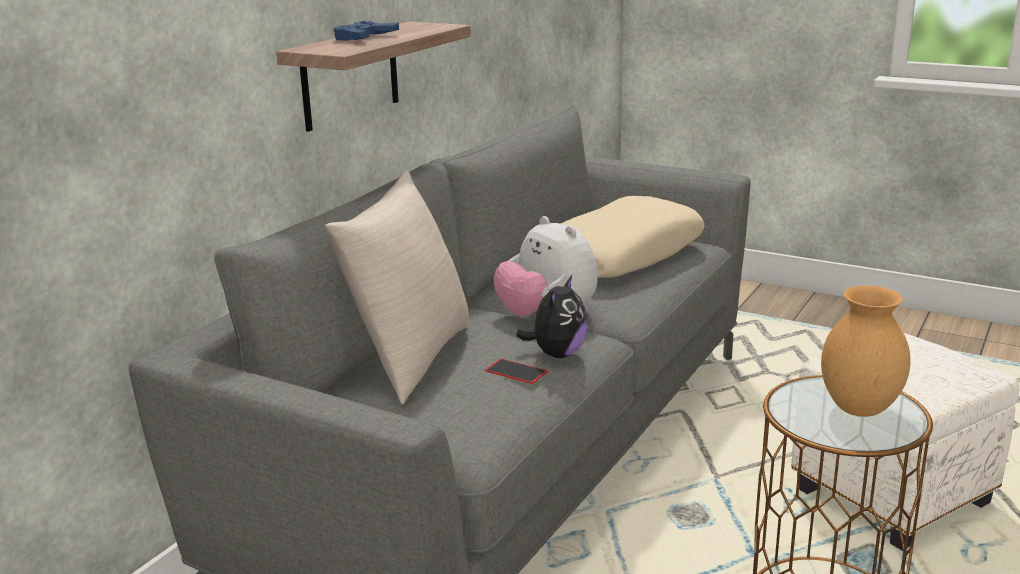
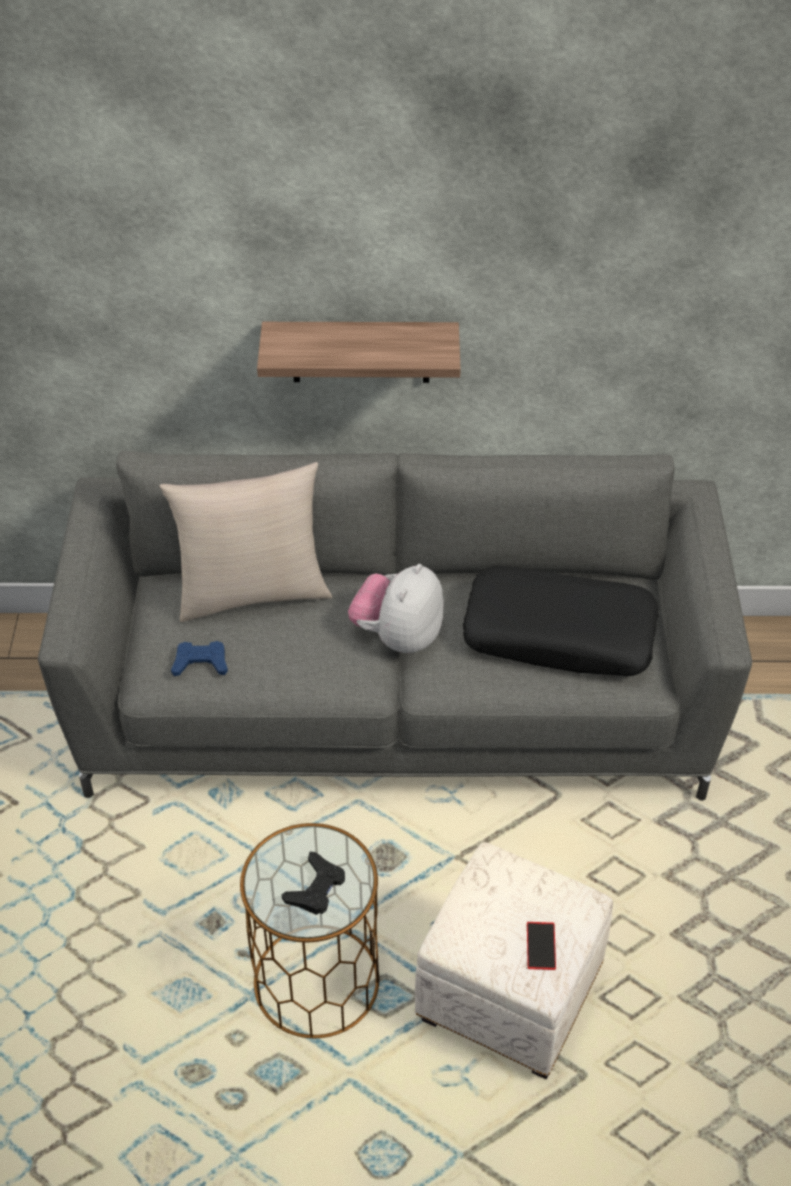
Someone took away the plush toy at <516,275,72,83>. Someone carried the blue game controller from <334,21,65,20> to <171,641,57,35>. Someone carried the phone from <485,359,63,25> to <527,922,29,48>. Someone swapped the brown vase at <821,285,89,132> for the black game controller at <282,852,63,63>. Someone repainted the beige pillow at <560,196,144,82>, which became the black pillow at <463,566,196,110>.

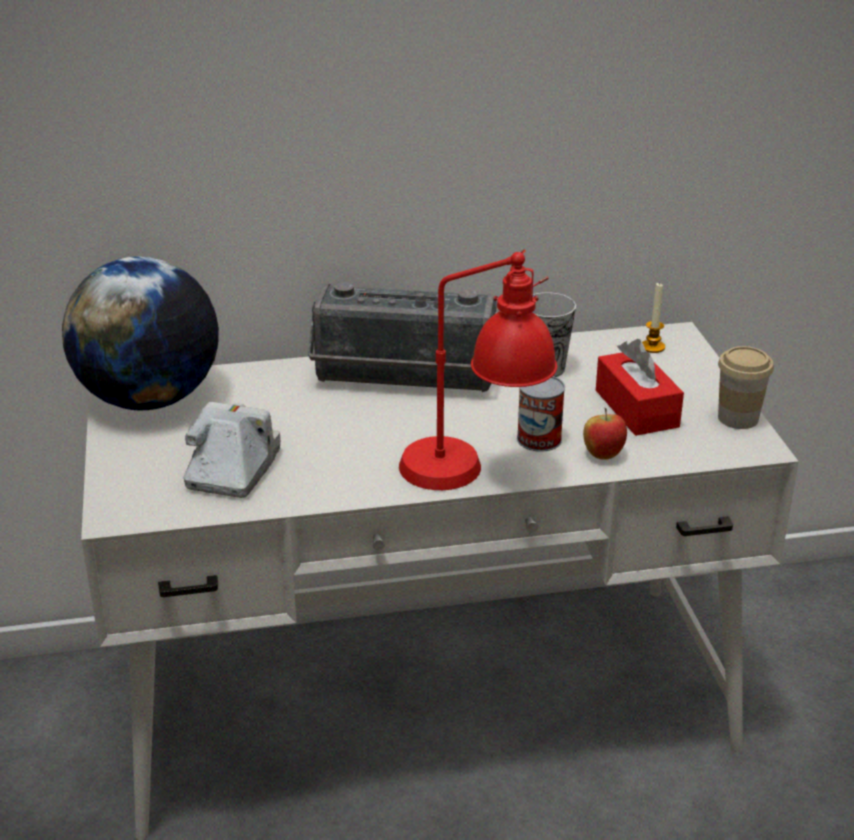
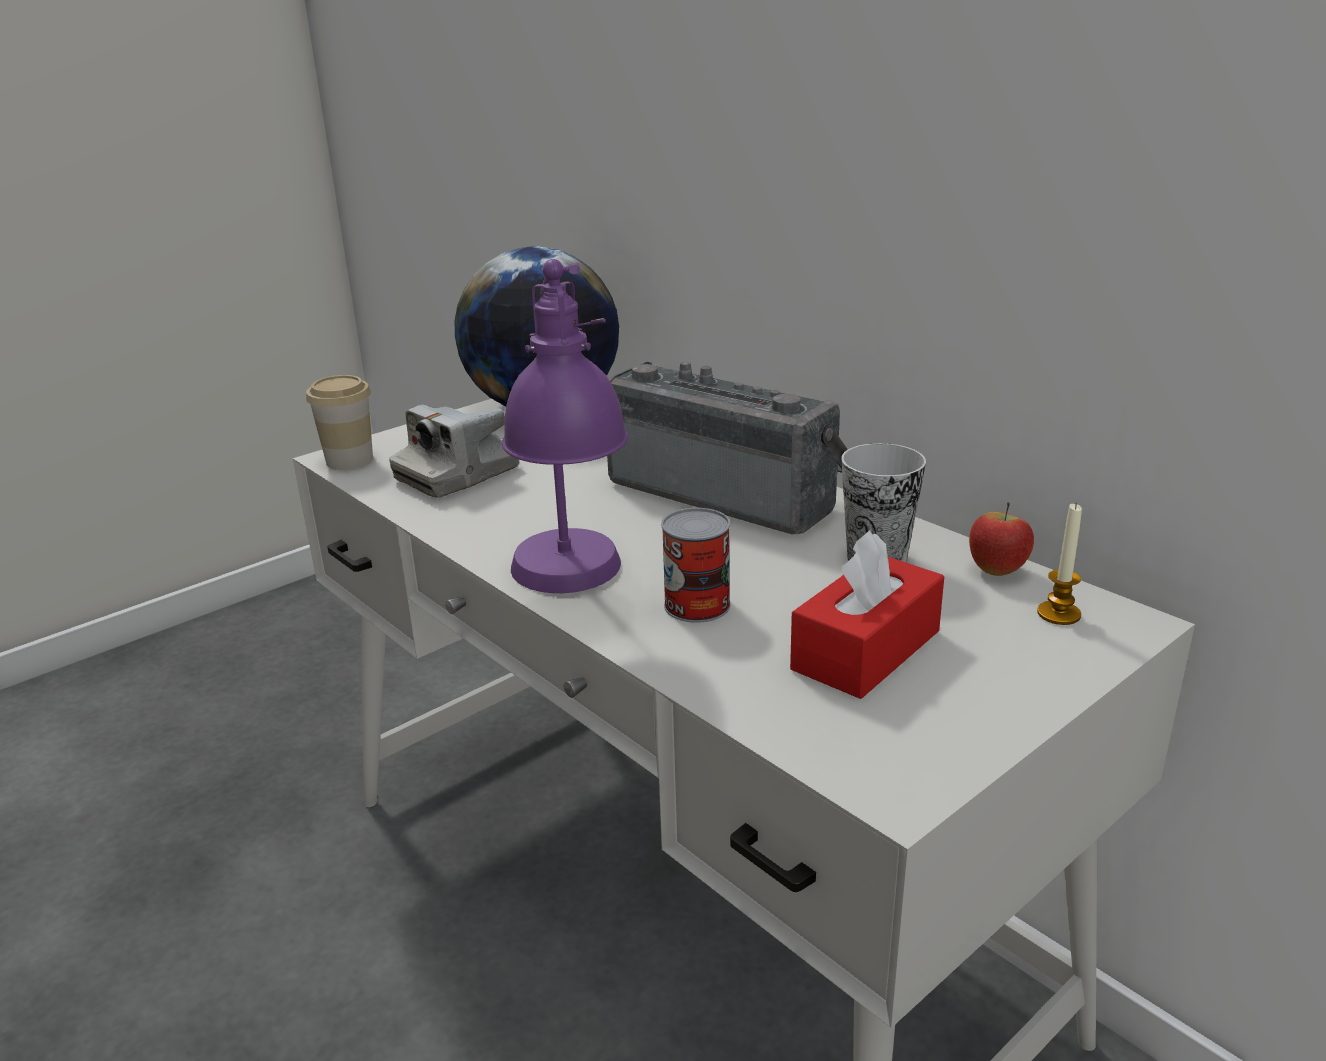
Someone carried the apple from <583,408,44,52> to <969,502,65,74>. Someone carried the cup from <718,346,56,83> to <306,375,67,95>. Someone repainted the red table lamp at <399,249,158,241>, which became the purple table lamp at <502,259,126,334>. Someone rotated the photo camera at <184,402,96,96> by 150 degrees clockwise. Someone rotated the radio at <308,282,190,110> by 150 degrees clockwise.

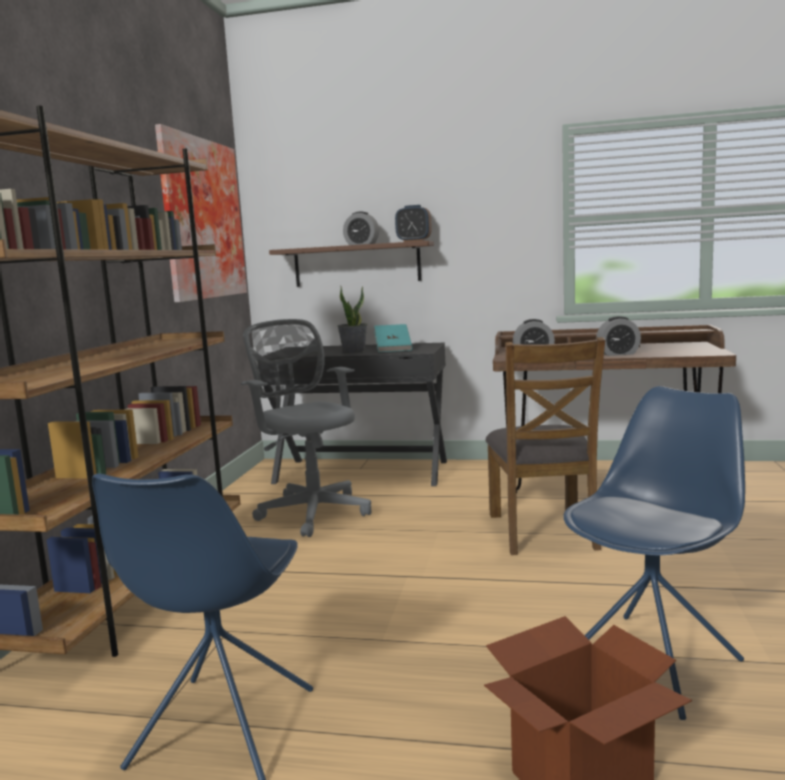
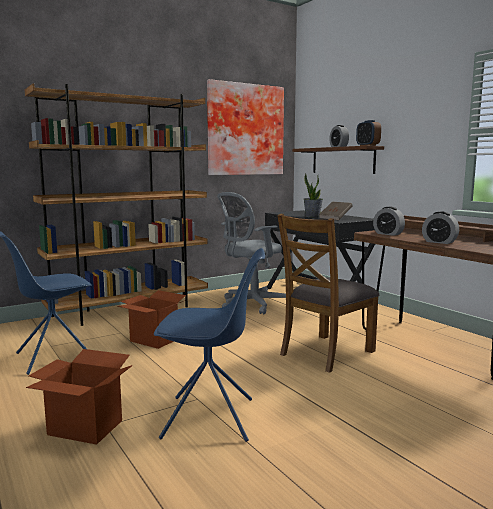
Someone put down the cardboard box at <117,290,69,59>. Someone repainted the turquoise book at <374,324,39,28>, which became the brown book at <319,202,34,18>. Someone rotated the grey office chair at <240,319,132,218> by 135 degrees counterclockwise.

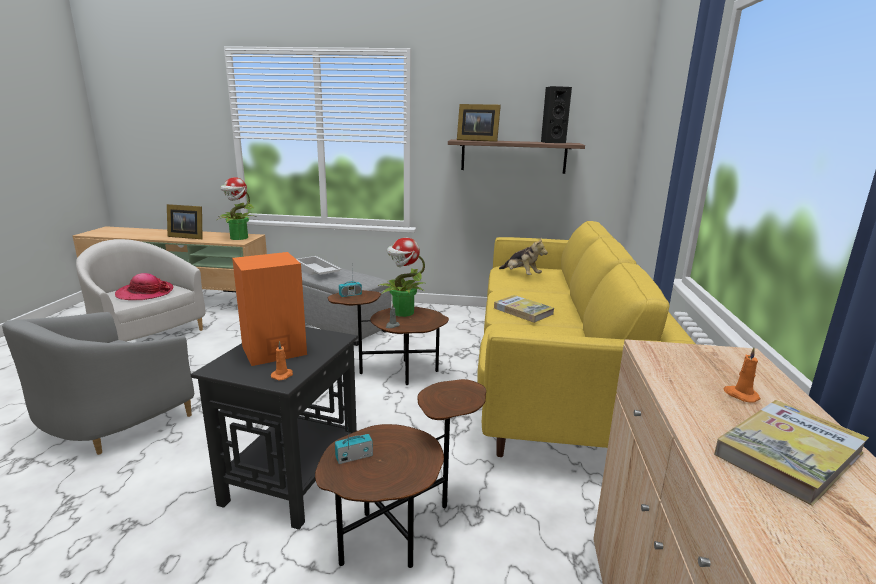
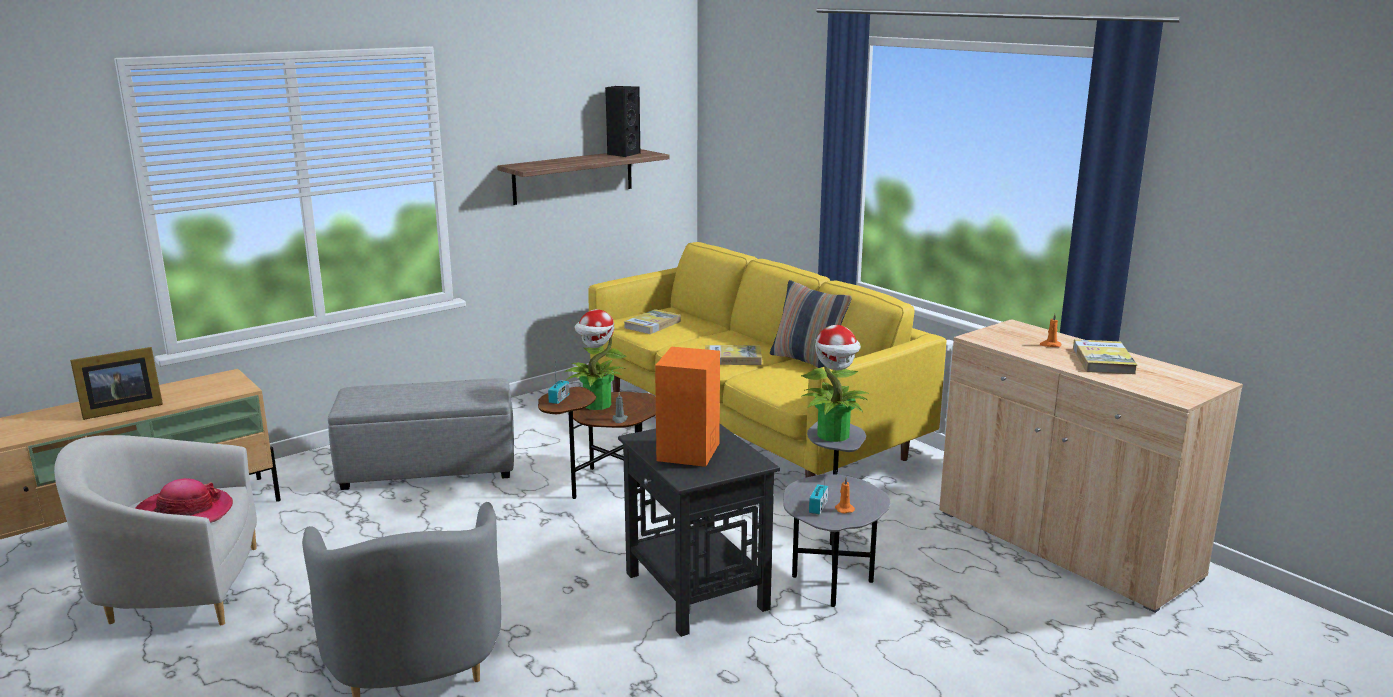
Someone took away the white tray at <296,256,46,19>. Someone took away the picture frame at <457,104,44,38>. Someone put down the pillow at <770,280,82,88>. Someone carried the potted plant from <217,177,40,63> to <801,325,68,117>. Someone carried the orange candle from <271,341,22,39> to <835,477,20,37>. Someone swapped the plush toy at <499,237,49,38> for the book at <624,309,57,25>. Someone repainted the brown side table at <315,379,171,189>, which became the grey side table at <783,421,107,186>.

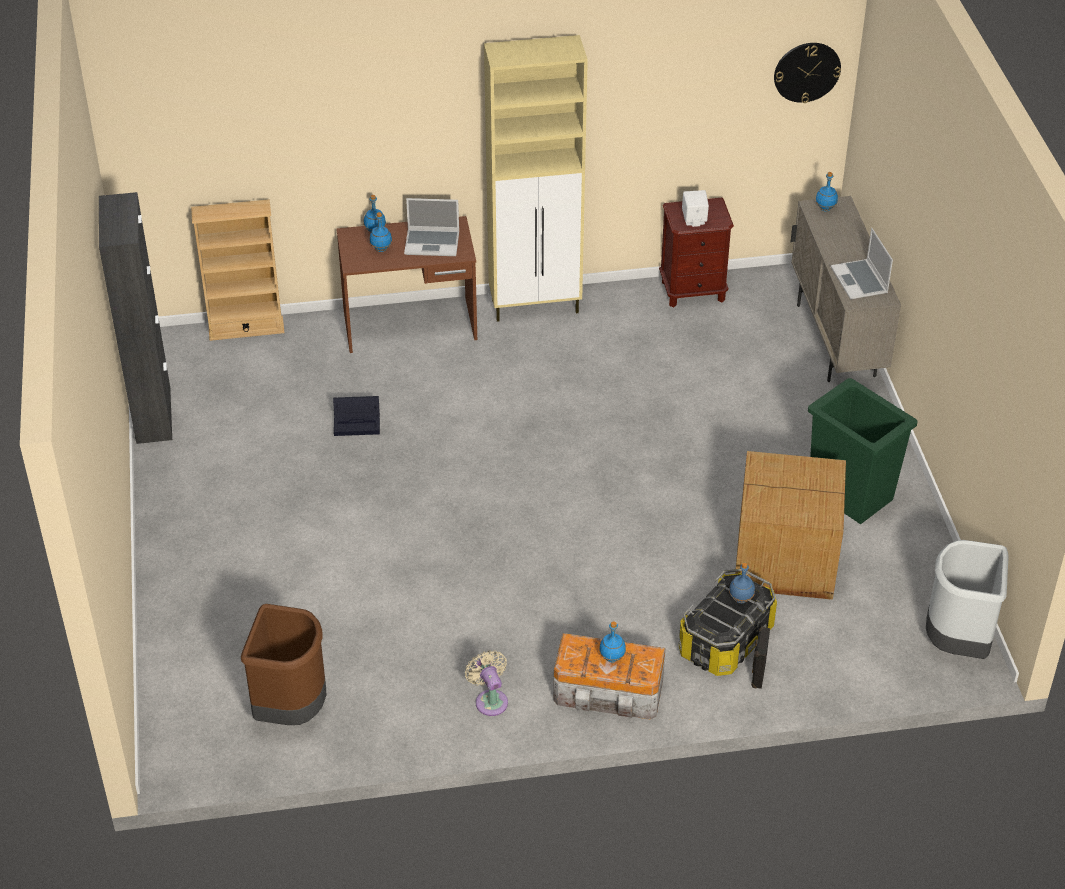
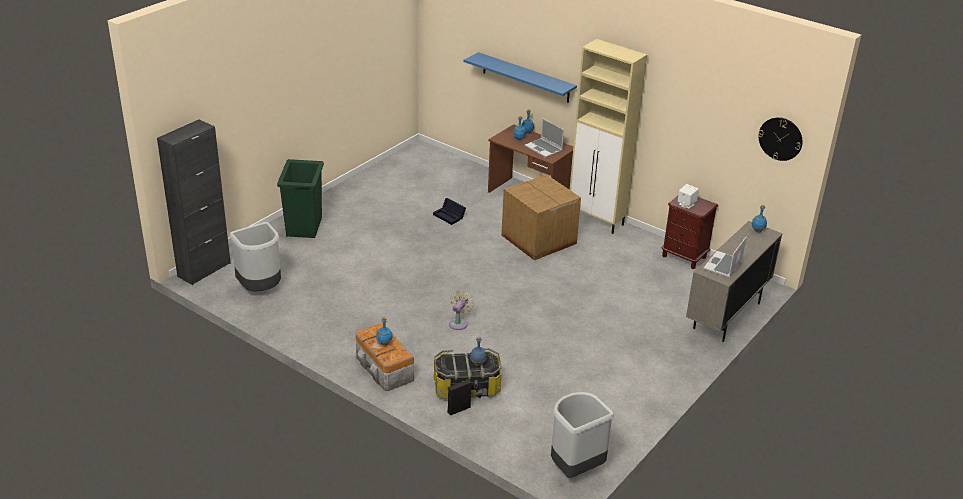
Someone took away the beige bookcase at <191,199,94,142>. Someone put up the blue shelf at <464,52,113,51>. Someone carried the black cabinet from <99,192,74,252> to <157,119,74,166>. Someone carried the beige fan from <465,650,43,66> to <449,290,25,40>. Someone carried the cardboard box from <735,451,111,149> to <501,174,80,86>. Someone carried the green trash can from <808,378,110,146> to <277,159,47,79>. Someone repainted the brown trash can at <241,604,85,121>, which became the grey trash can at <229,222,52,69>.

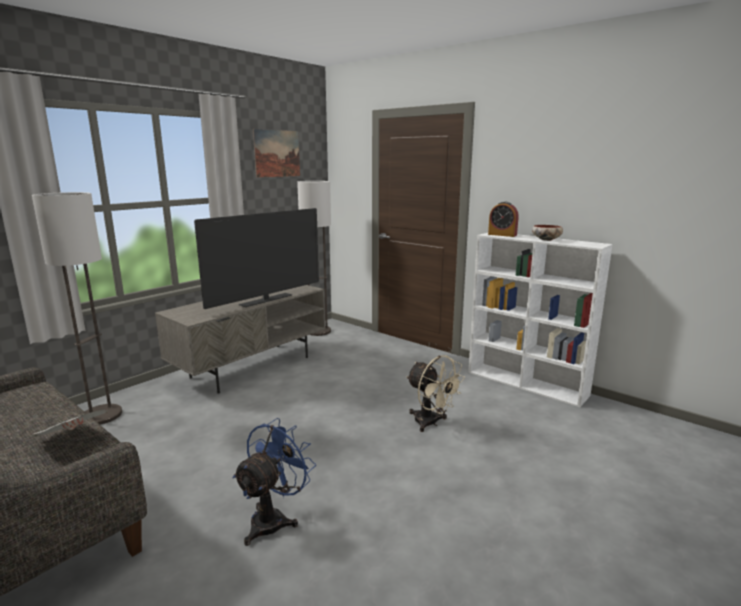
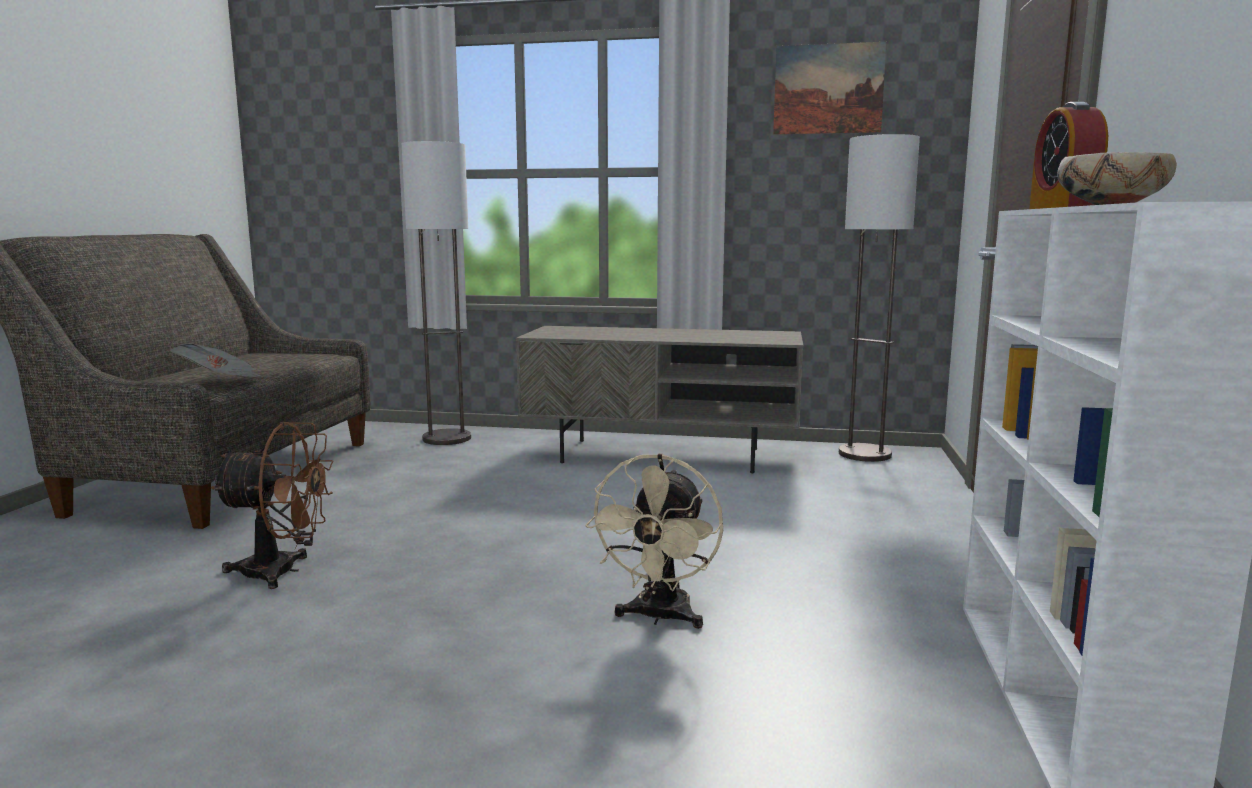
Someone took away the television at <194,208,125,101>. Someone repainted the blue fan at <232,418,84,128>, which became the brown fan at <211,422,122,167>.

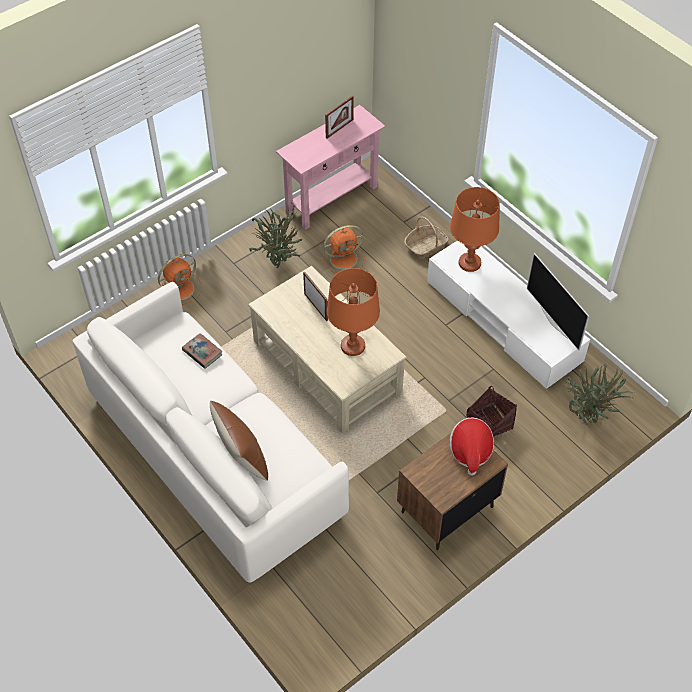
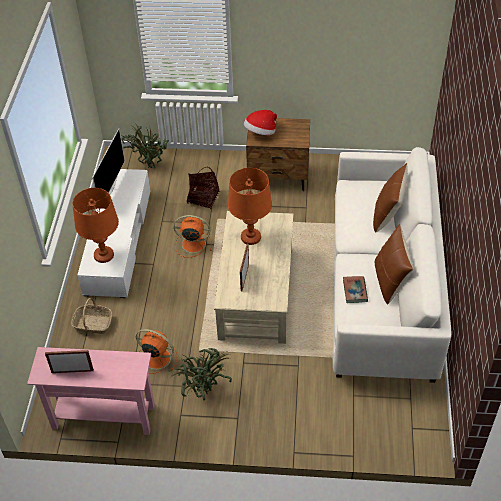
Someone put down the brown pillow at <375,224,39,81>. Someone carried the orange fan from <158,254,44,51> to <174,215,38,43>.

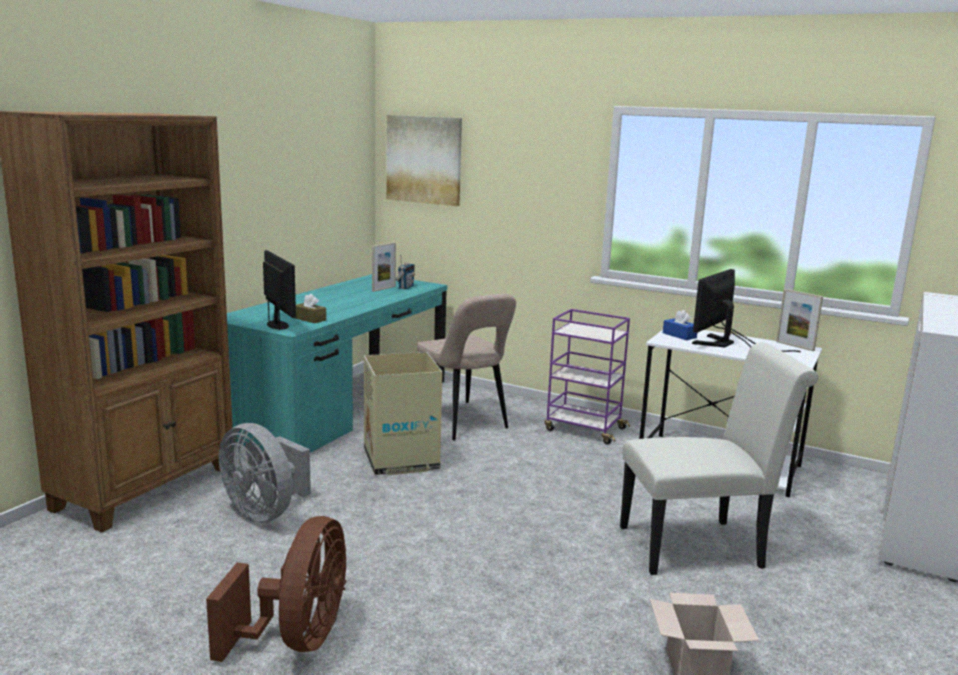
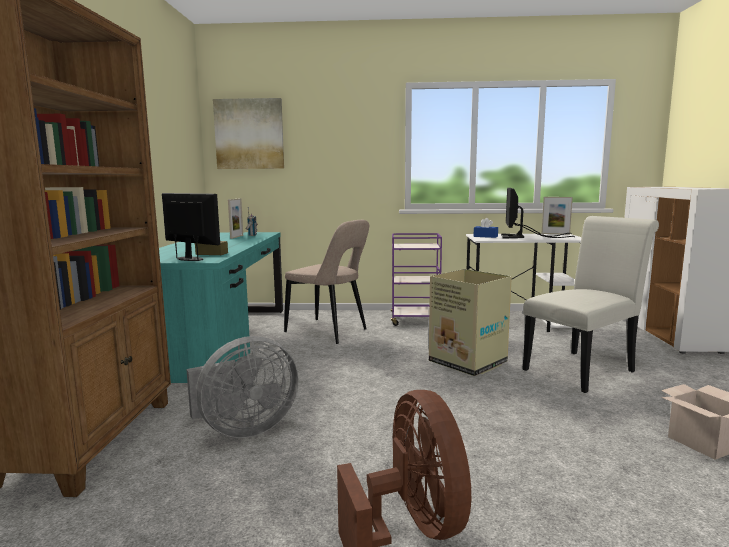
Someone carried the cardboard box from <364,352,78,123> to <429,269,83,107>. Someone rotated the grey fan at <219,423,92,100> by 45 degrees counterclockwise.

